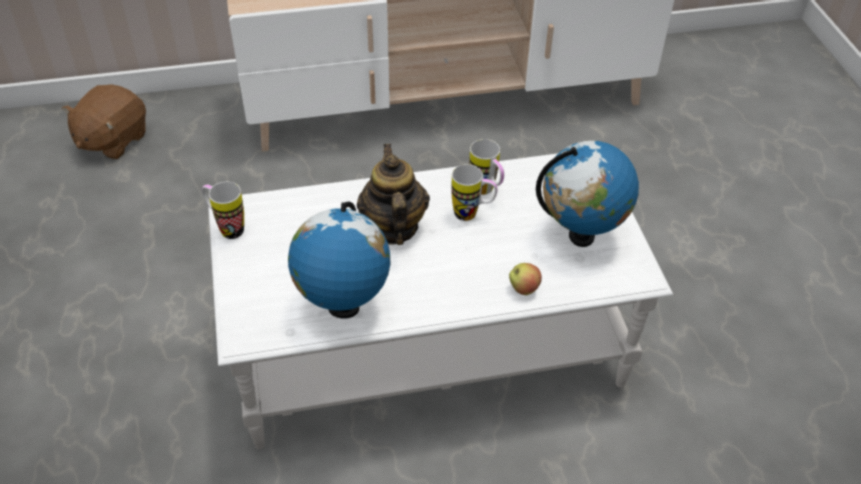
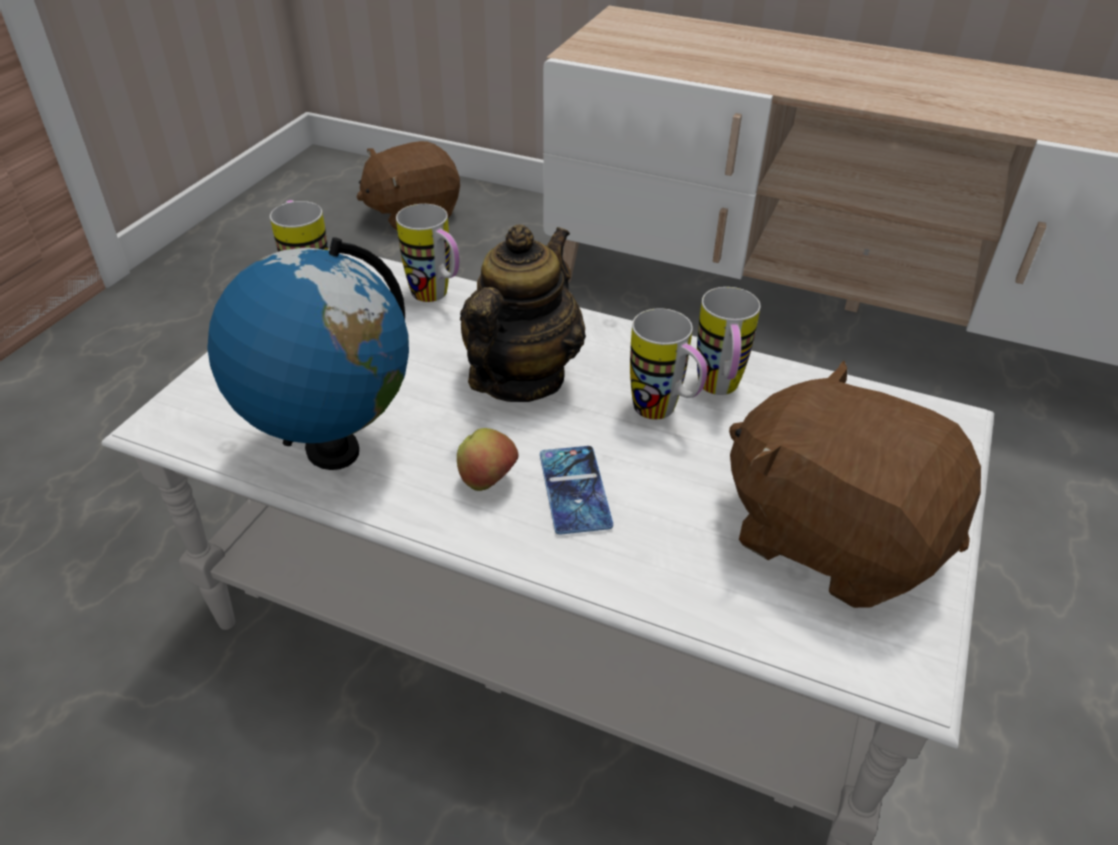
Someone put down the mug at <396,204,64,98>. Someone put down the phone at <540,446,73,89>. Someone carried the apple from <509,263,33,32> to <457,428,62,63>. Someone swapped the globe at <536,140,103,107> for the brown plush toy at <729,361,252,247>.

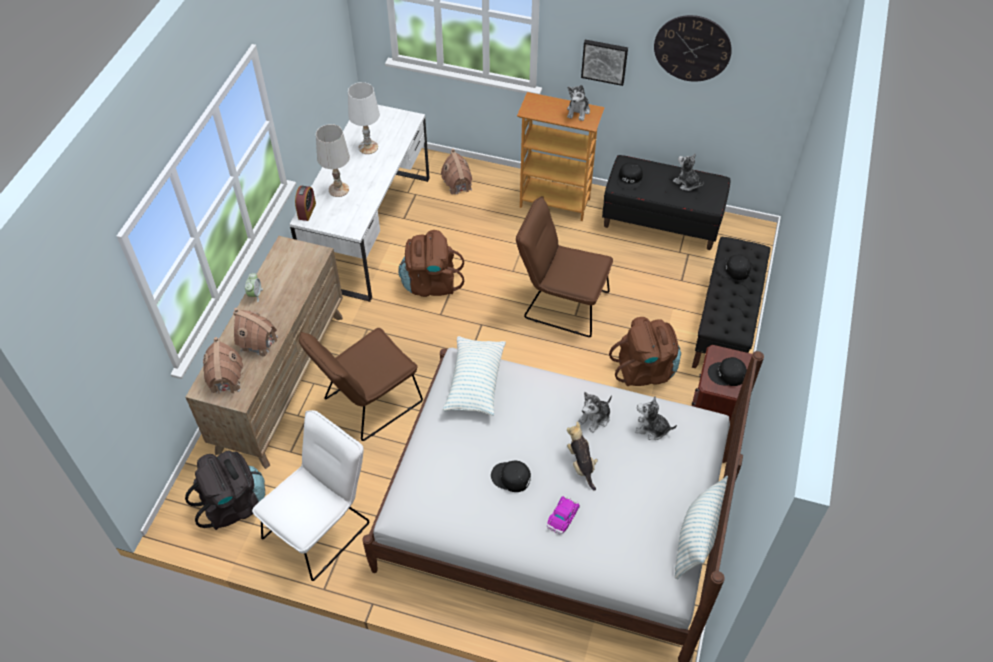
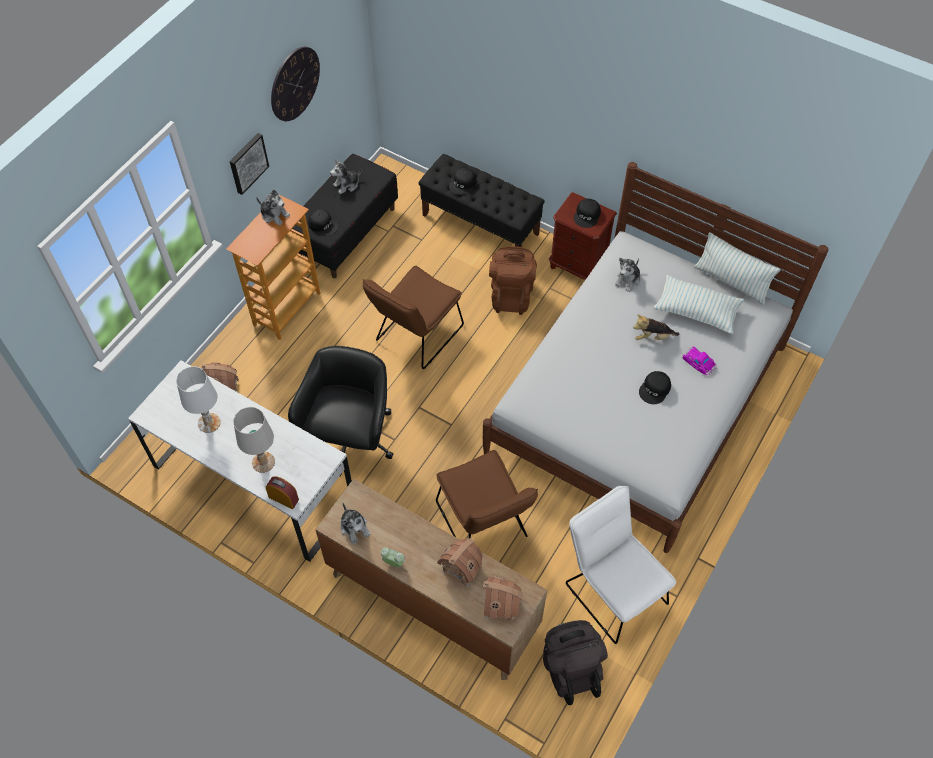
Someone carried the pillow from <443,336,63,80> to <653,275,91,60>. Someone carried the plush toy from <578,392,34,41> to <340,503,30,41>. Someone swapped the brown backpack at <398,230,66,67> for the black office chair at <288,346,105,131>.

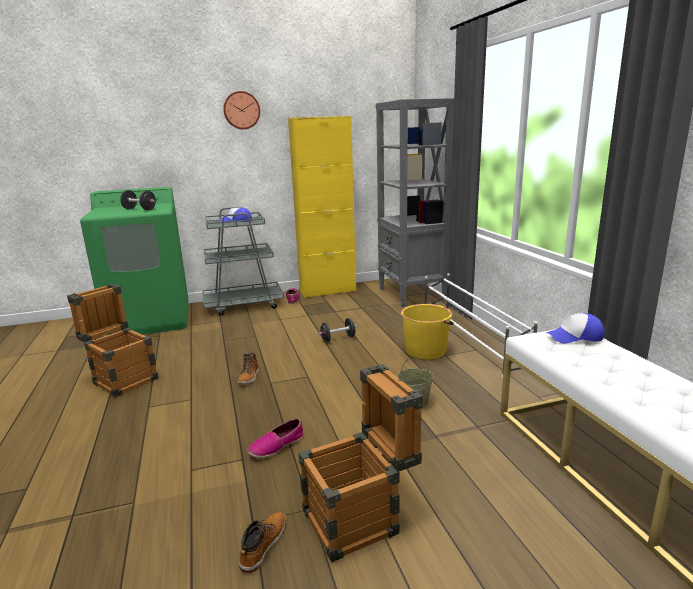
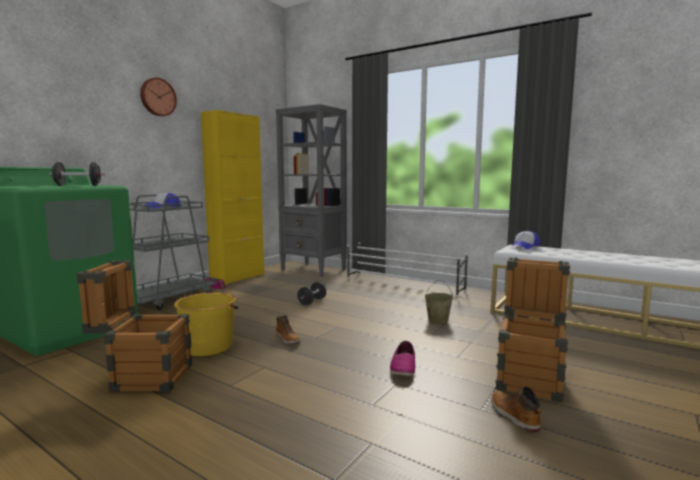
Someone carried the yellow bucket from <401,304,53,55> to <174,292,64,64>.

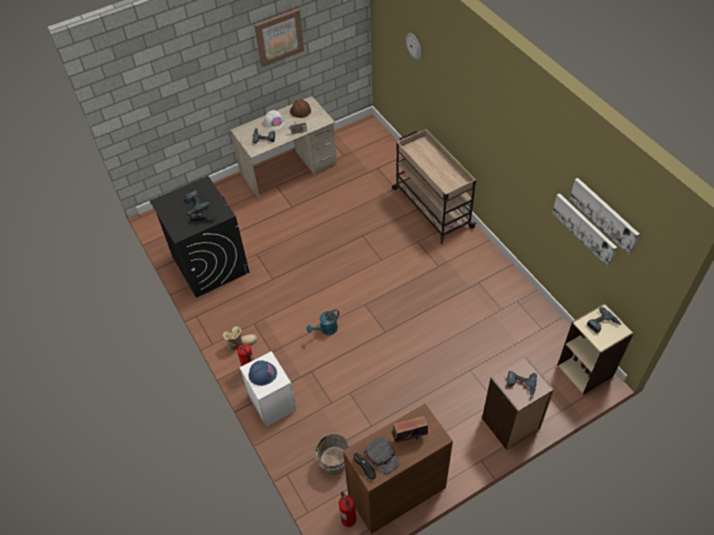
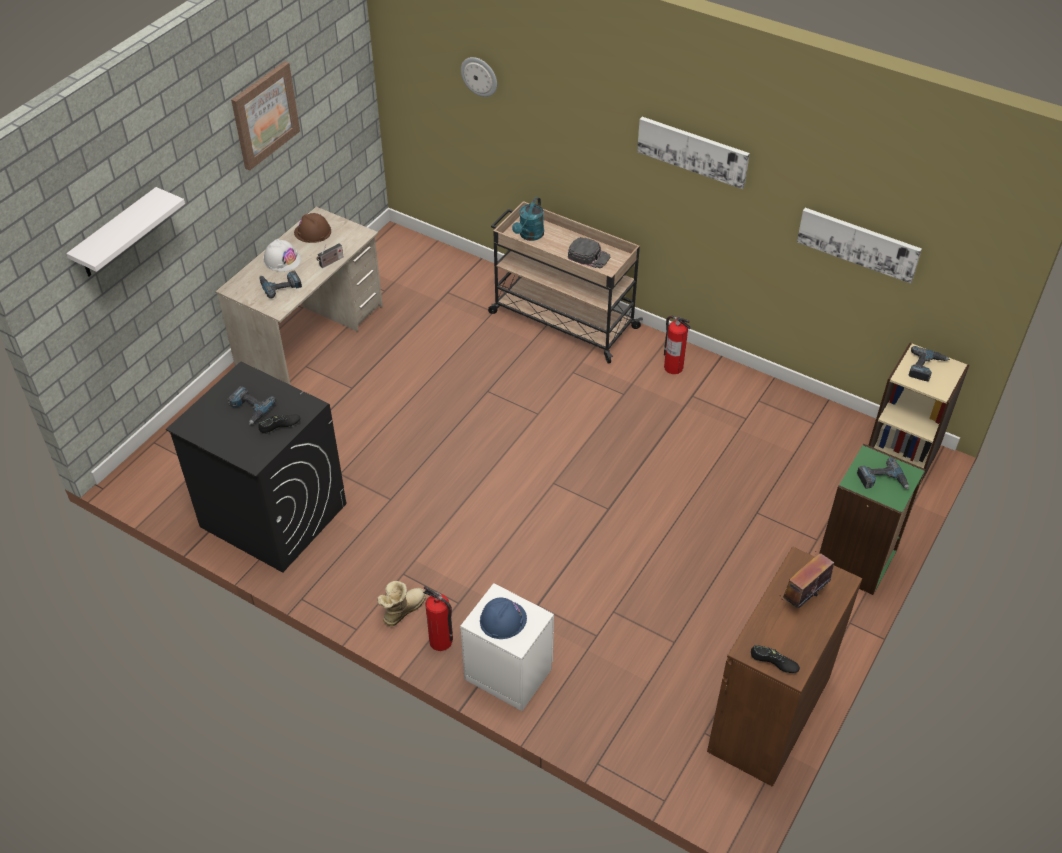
Someone took away the brown bucket at <314,433,36,41>. Someone put up the white shelf at <66,187,119,89>. Someone carried the turquoise watering can from <307,309,32,26> to <512,197,32,44>. Someone carried the fire extinguisher from <339,492,17,35> to <664,316,27,58>. Someone carried the black cap from <365,437,35,37> to <568,237,43,31>. Someone carried the picture from <570,178,70,77> to <637,117,113,72>. Someone repainted the brown bookcase at <482,357,72,93>, which became the green bookcase at <819,443,107,152>.

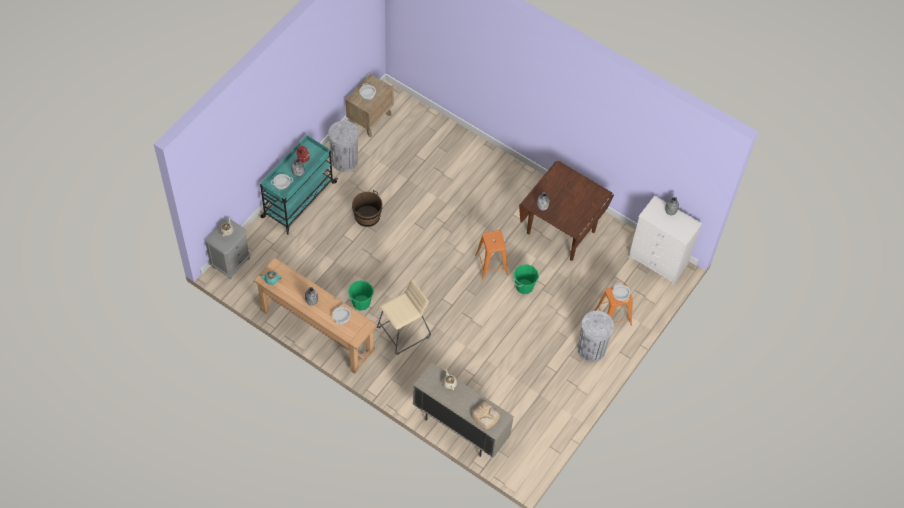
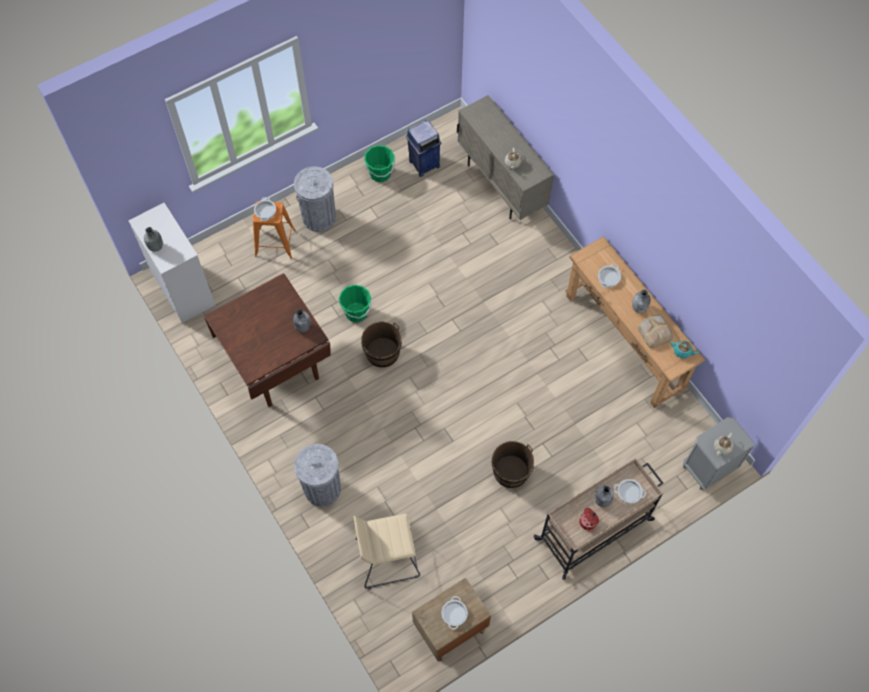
Someone put down the blue trash can at <406,120,36,57>. Someone carried the grey trash can from <328,120,31,52> to <294,444,47,62>. Someone carried the green bucket from <348,280,26,31> to <364,145,31,37>. Someone carried the beige stool from <377,279,54,75> to <353,514,67,75>. Someone carried the bread from <471,401,29,28> to <638,315,35,33>. Someone swapped the orange stool at <475,230,33,50> for the brown bucket at <361,321,41,47>. Someone repainted the turquoise cart at <260,135,78,99>, which became the beige cart at <534,458,130,122>.

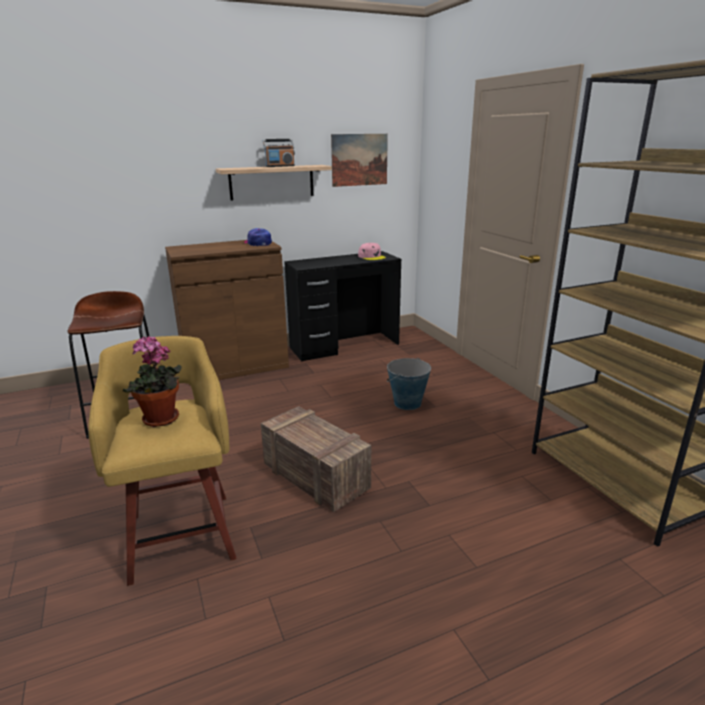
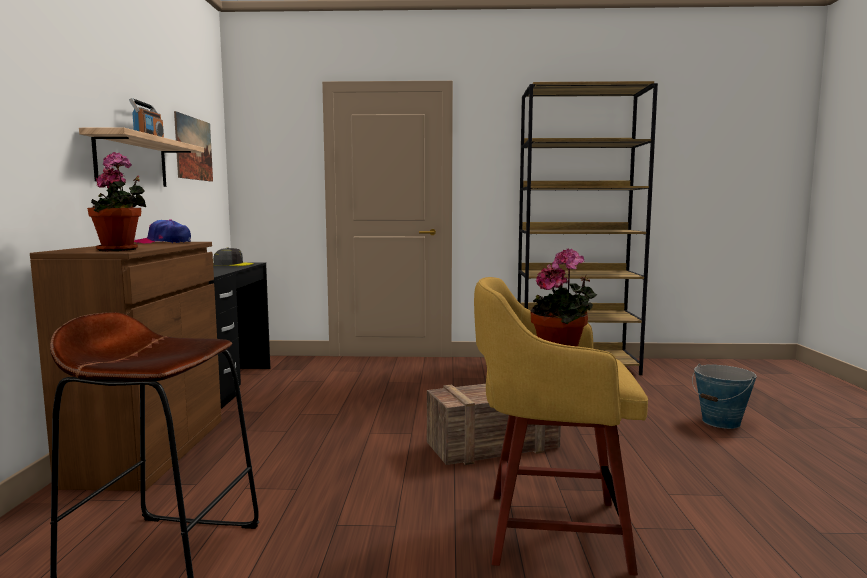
Someone put down the potted plant at <87,152,59,99>. Someone carried the bucket from <387,358,44,52> to <692,364,65,65>. Someone repainted the pink cap at <358,243,28,17>, which became the grey cap at <213,248,41,18>.

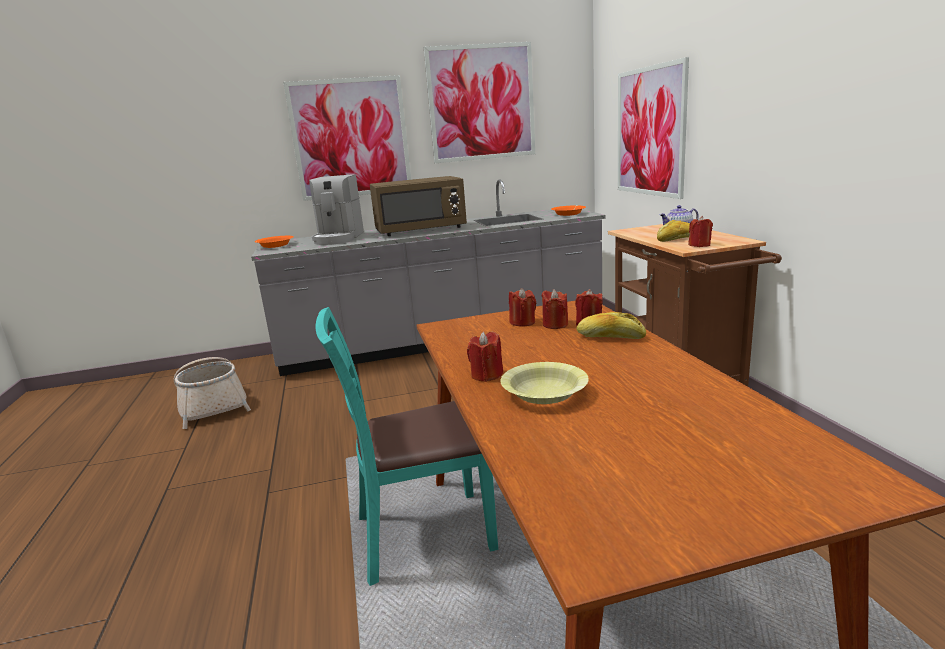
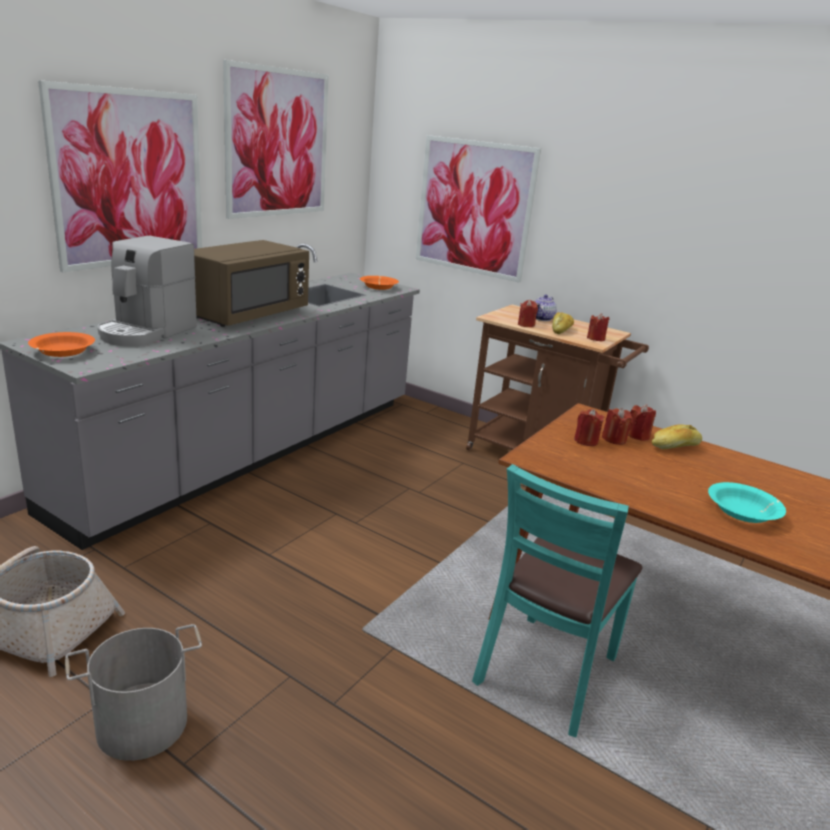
Someone put down the grey bucket at <65,624,137,137>. Someone carried the red candle from <467,332,36,50> to <518,300,20,27>. Someone repainted the yellow bowl at <500,362,89,42>, which became the turquoise bowl at <708,482,78,41>. Someone rotated the coffee machine at <309,174,55,71> by 60 degrees clockwise.

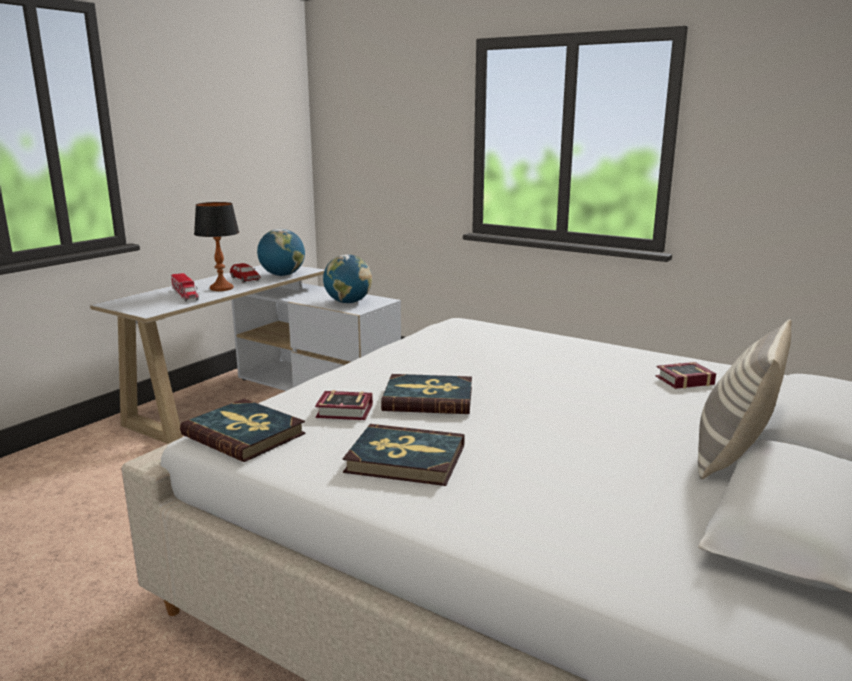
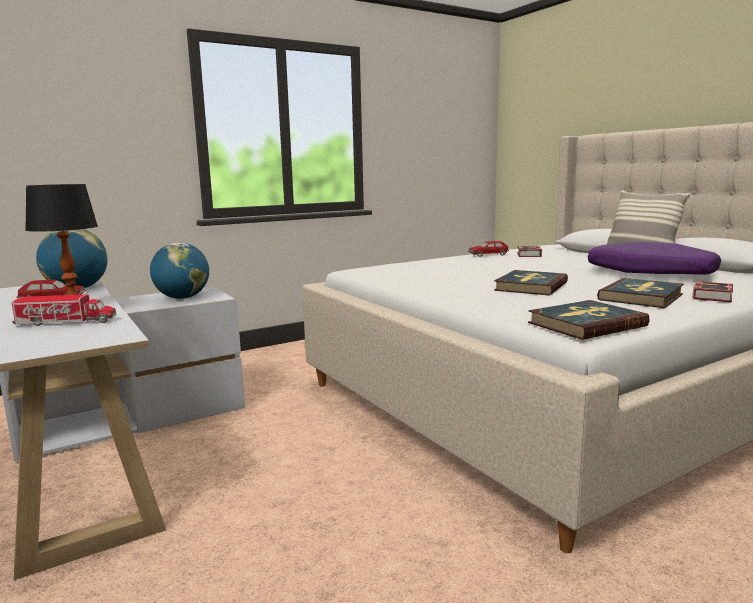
Someone put down the toy car at <468,241,41,16>. Someone put down the purple pillow at <588,242,133,33>. Someone carried the book from <315,390,58,30> to <692,281,41,21>.

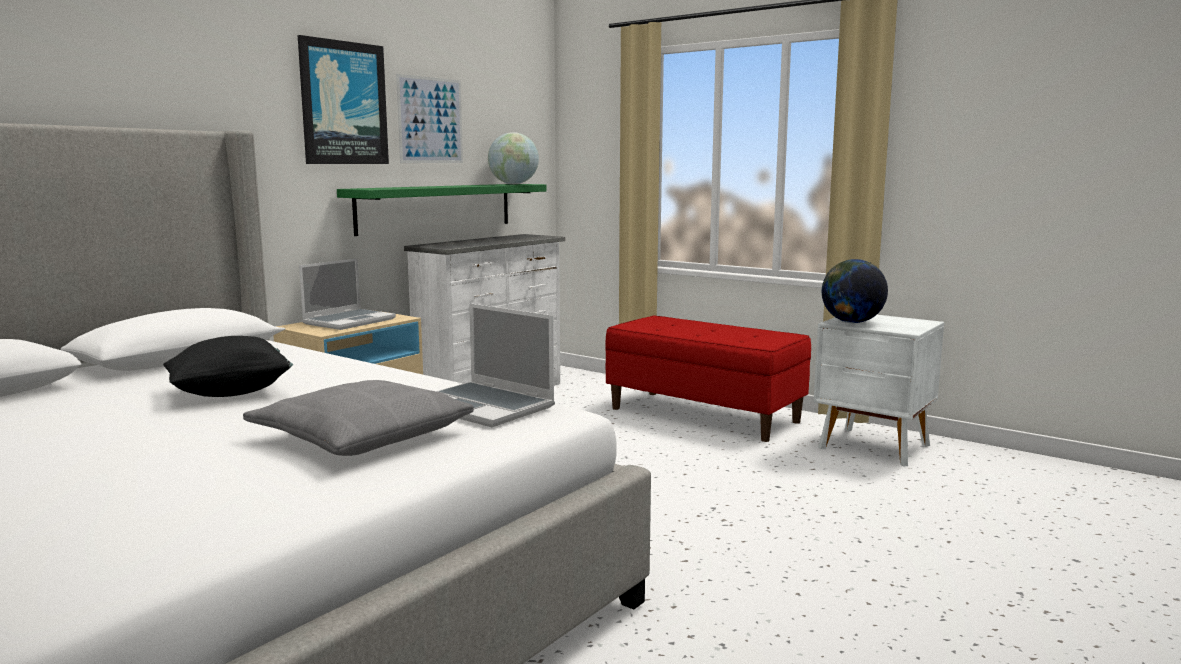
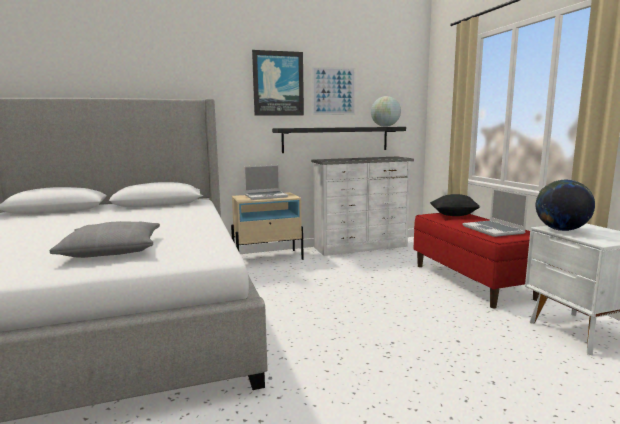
Someone carried the black pillow from <163,336,130,61> to <430,194,50,22>. Someone carried the laptop from <436,303,119,124> to <462,188,66,49>. Someone repainted the green shelf at <337,184,209,52>, which became the black shelf at <272,127,134,26>.

